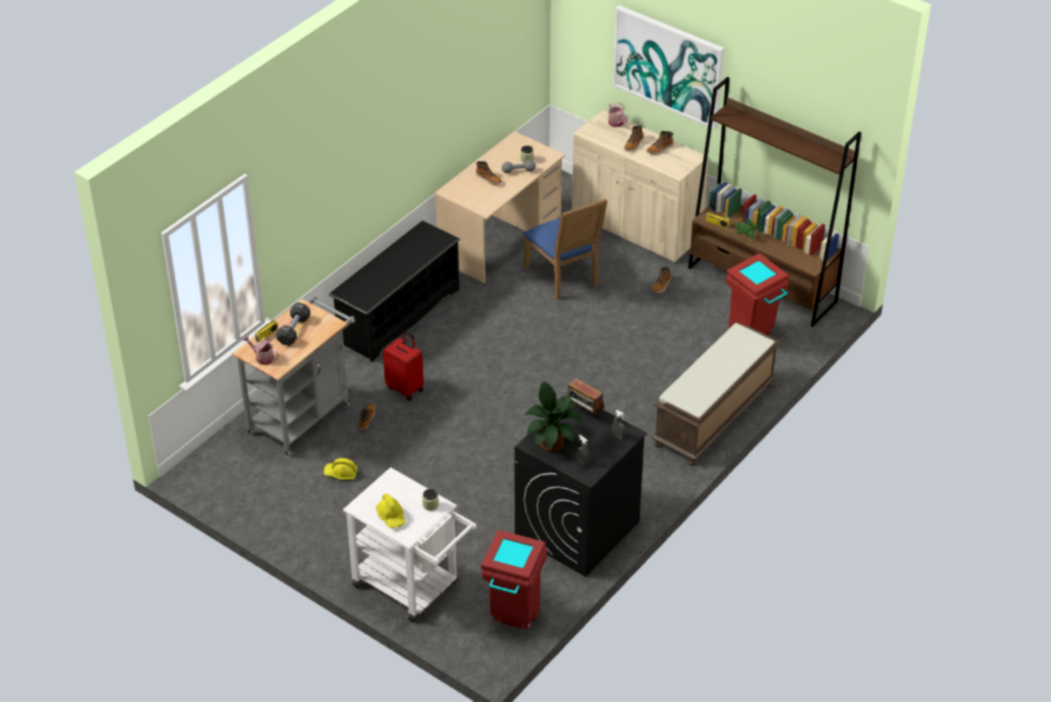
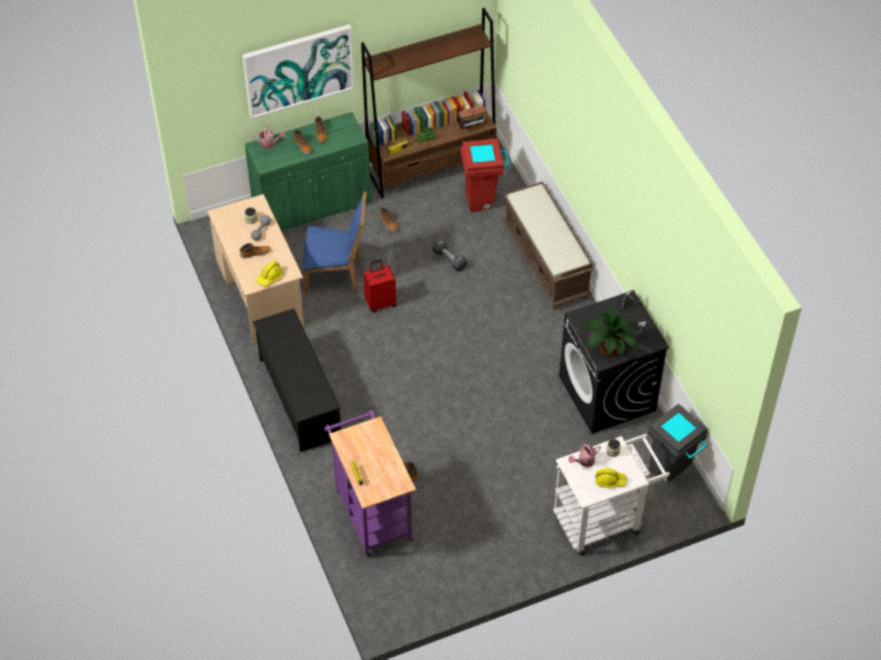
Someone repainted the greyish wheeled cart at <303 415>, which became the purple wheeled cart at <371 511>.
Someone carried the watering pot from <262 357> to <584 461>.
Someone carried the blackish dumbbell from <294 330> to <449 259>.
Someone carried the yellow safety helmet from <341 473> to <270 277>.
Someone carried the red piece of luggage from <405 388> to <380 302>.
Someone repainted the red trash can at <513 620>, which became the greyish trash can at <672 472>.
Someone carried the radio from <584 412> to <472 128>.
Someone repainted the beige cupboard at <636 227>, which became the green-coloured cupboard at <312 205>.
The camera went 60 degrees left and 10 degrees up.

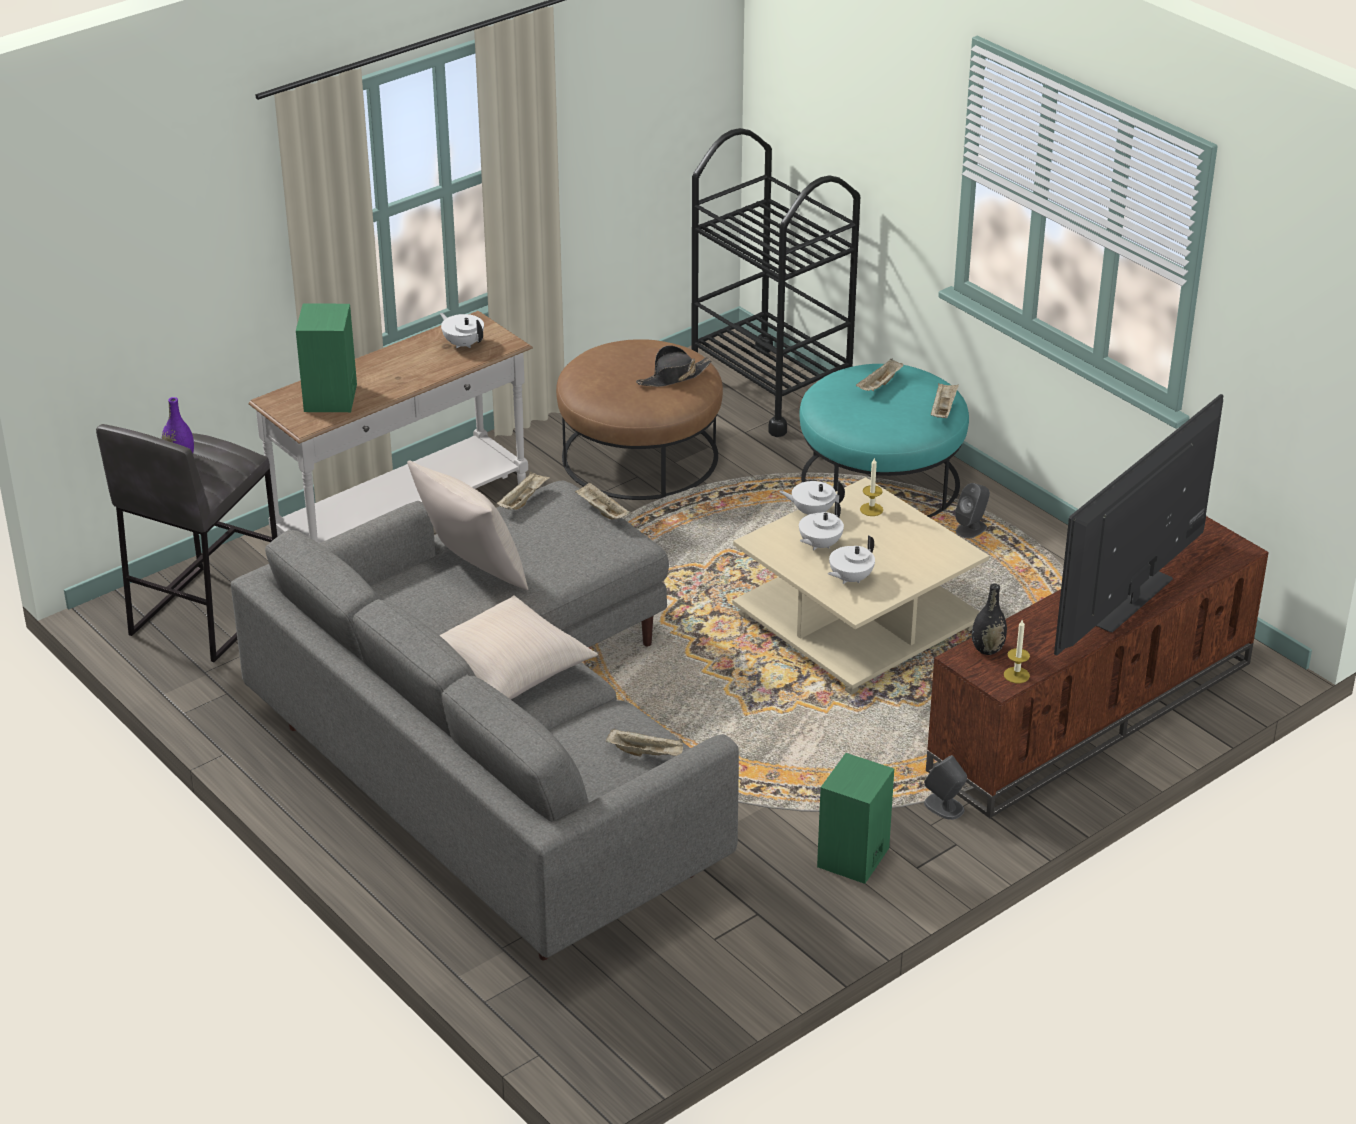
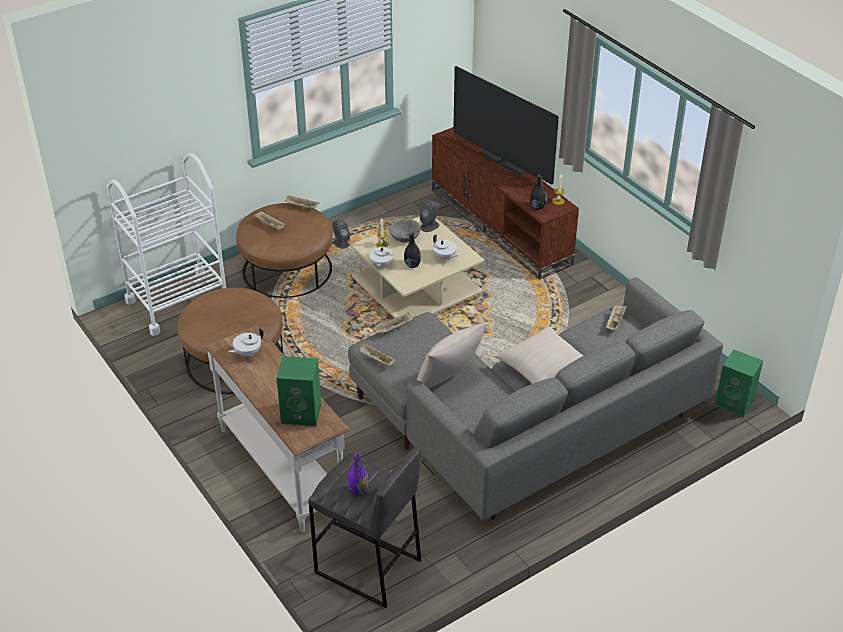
Someone took away the blackish clothing hat at <674 377>.
Someone repainted the blackish wheeled cart at <770 390>, which became the white-coloured wheeled cart at <178 302>.
Someone repainted the turquoise-coloured pouffe at <880 481>, which became the brown-coloured pouffe at <287 269>.
Someone swapped the white-coloured tea pot at <819 545> for the blackish flower vase at <412 265>.
Someone carried the green-coloured speaker from <854 859> to <735 402>.
Someone carried the greyish speaker from <944 806> to <430 226>.
Someone put down the greyish bowl at <405 237>.
The camera went 85 degrees left and 5 degrees up.

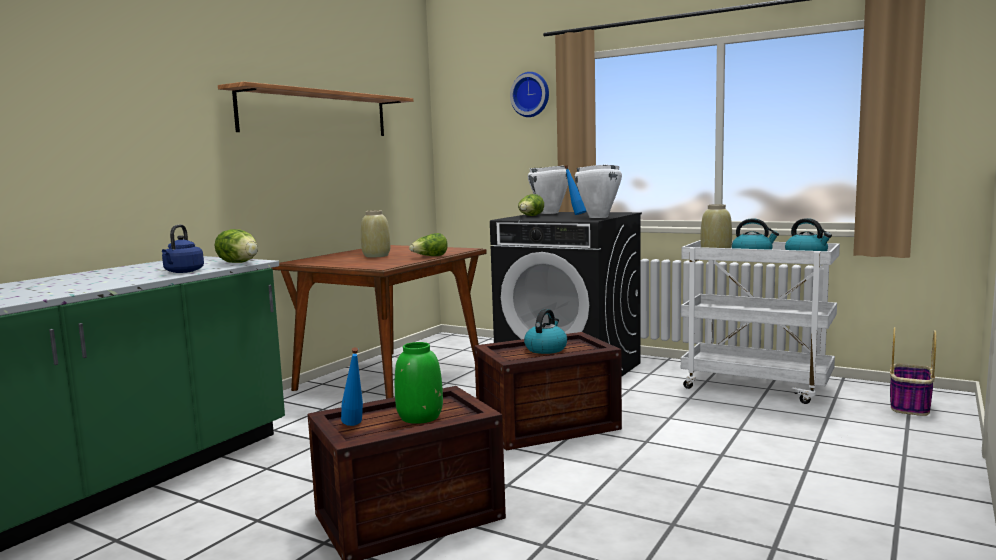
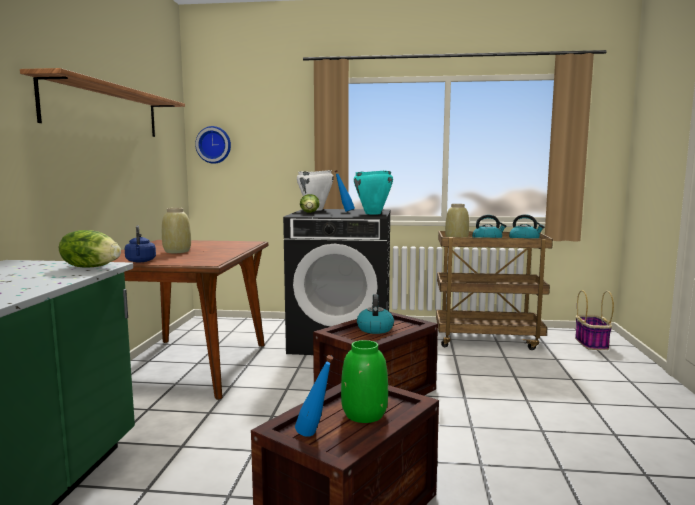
Someone carried the bluish water kettle from <183 272> to <140 261>.
Someone took away the head of lettuce at <429 257>.
Someone carried the wall clock from <531 94> to <214 145>.
Someone repainted the white-coloured cooking pot at <598 217>, which became the turquoise-coloured cooking pot at <373 213>.
Someone repainted the white-coloured wheeled cart at <757 386>, which became the brown-coloured wheeled cart at <488 340>.
The camera went 25 degrees left and 0 degrees up.

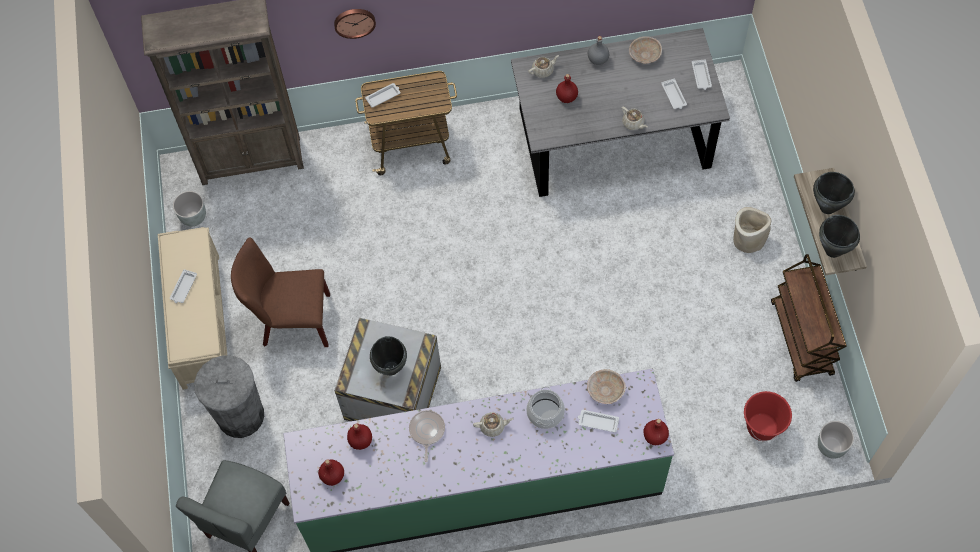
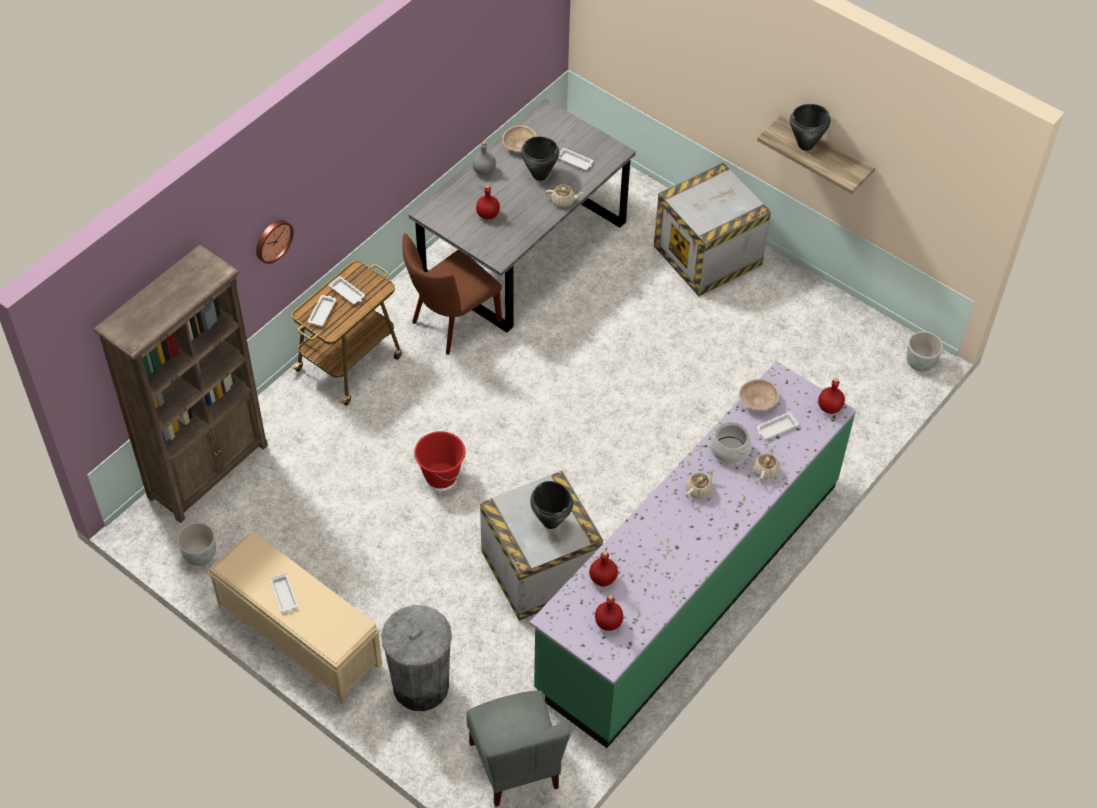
Someone carried the brown-coloured plain chair from <291 321> to <451 324>.
Someone took away the skillet at <426 431>.
Someone carried the beige tea pot from <543 70> to <765 470>.
Someone carried the white-coloured serving tray from <701 76> to <347 292>.
Someone swapped the beige planter at <748 239> for the packing crate at <708 256>.
Someone carried the red water bucket from <761 427> to <441 476>.
Someone took away the brown-coloured wheeled cart at <802 339>.
Someone carried the blackish cooking pot from <832 251> to <540 175>.
The camera went 45 degrees left and 10 degrees down.

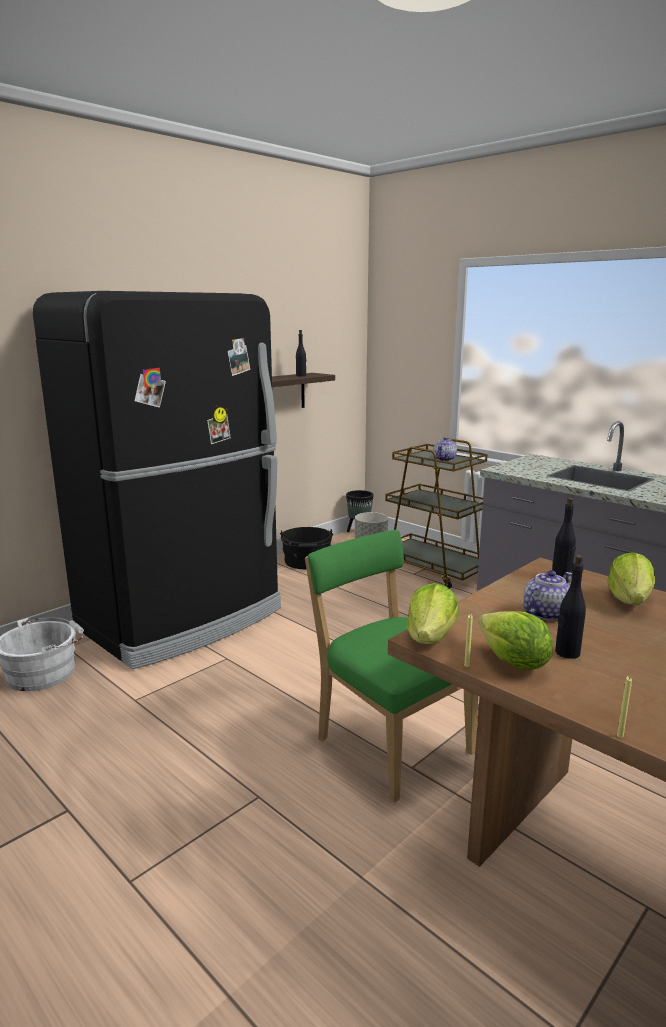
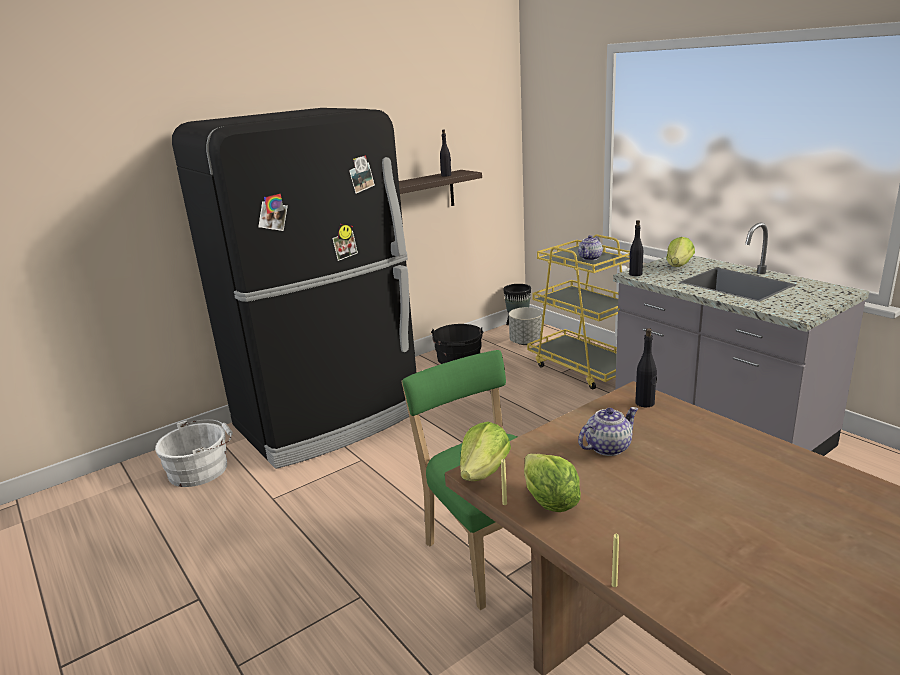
Someone repainted the brown-coloured wheeled cart at <434 569>, which became the yellow wheeled cart at <583 367>.
Someone carried the blackish beverage bottle from <567 653> to <635 274>.
Someone carried the head of lettuce from <630 601> to <678 266>.
The camera went 10 degrees right and 5 degrees up.

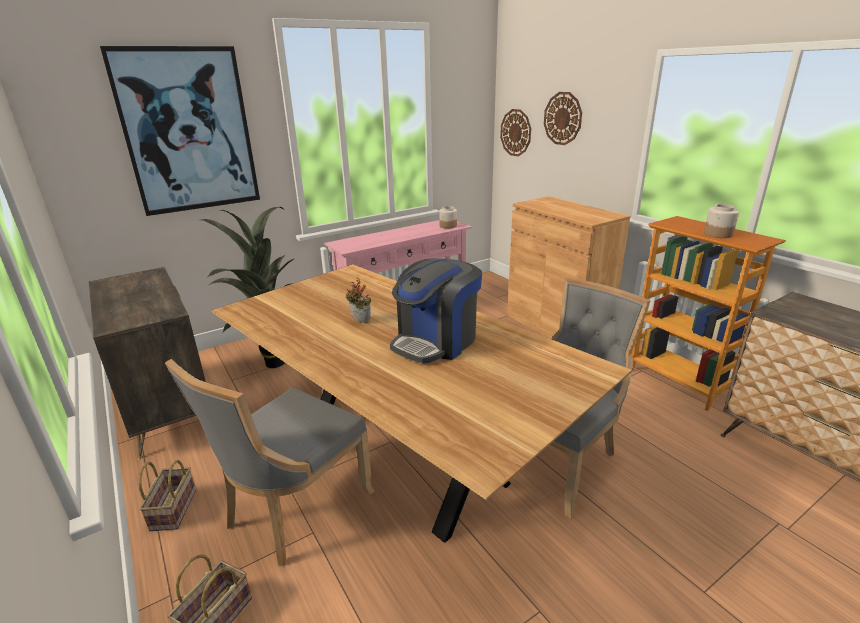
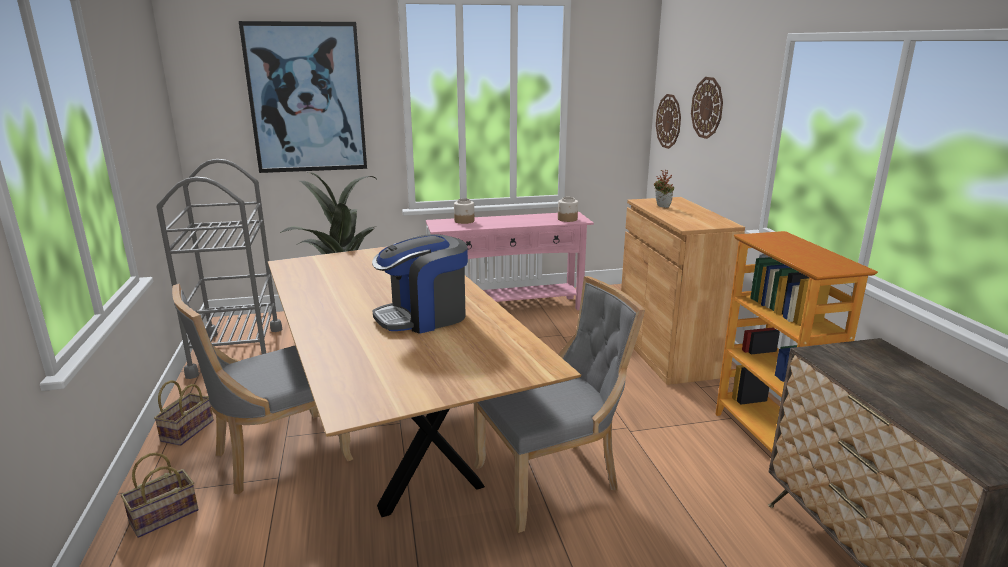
Someone swapped the chest of drawers at <168 407> for the greyish wheeled cart at <237 351>.
Someone carried the houseplant from <359 321> to <661 206>.
Someone carried the preserve jar from <718 234> to <464 221>.
The camera went 20 degrees right and 5 degrees down.

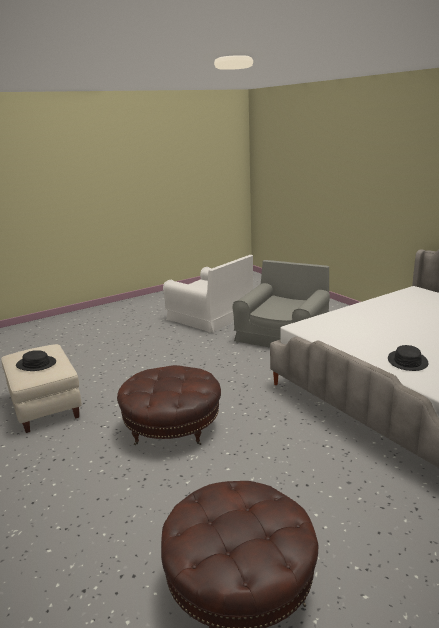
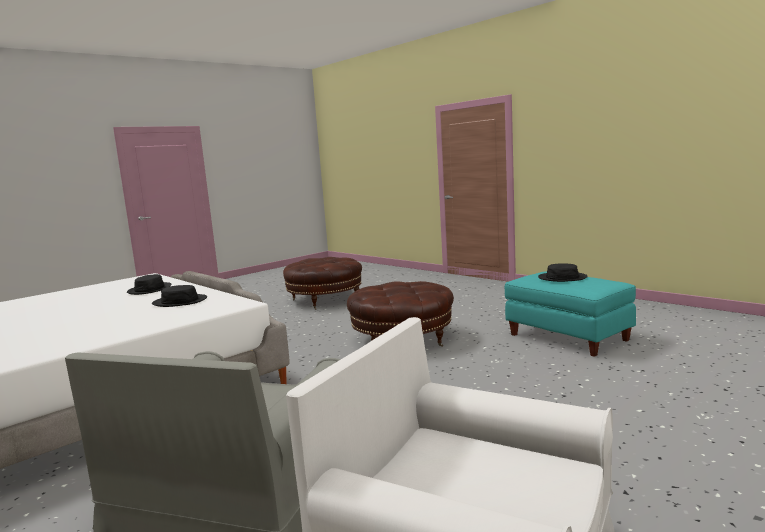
Someone repainted the beige pouffe at <44 406>, which became the turquoise-coloured pouffe at <568 337>.
Someone put down the blackish clothing hat at <180 301>.
The camera went 170 degrees right and 10 degrees down.

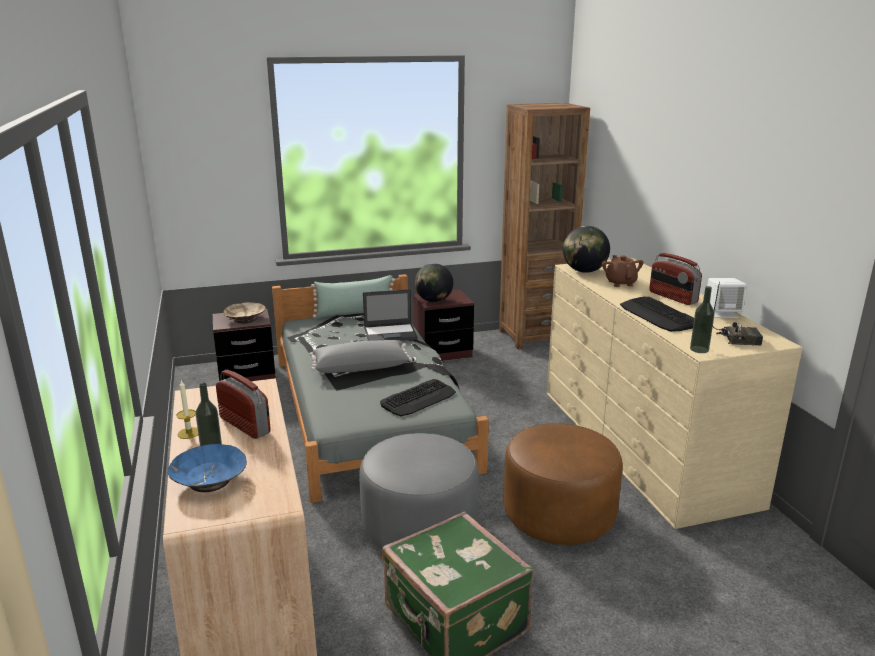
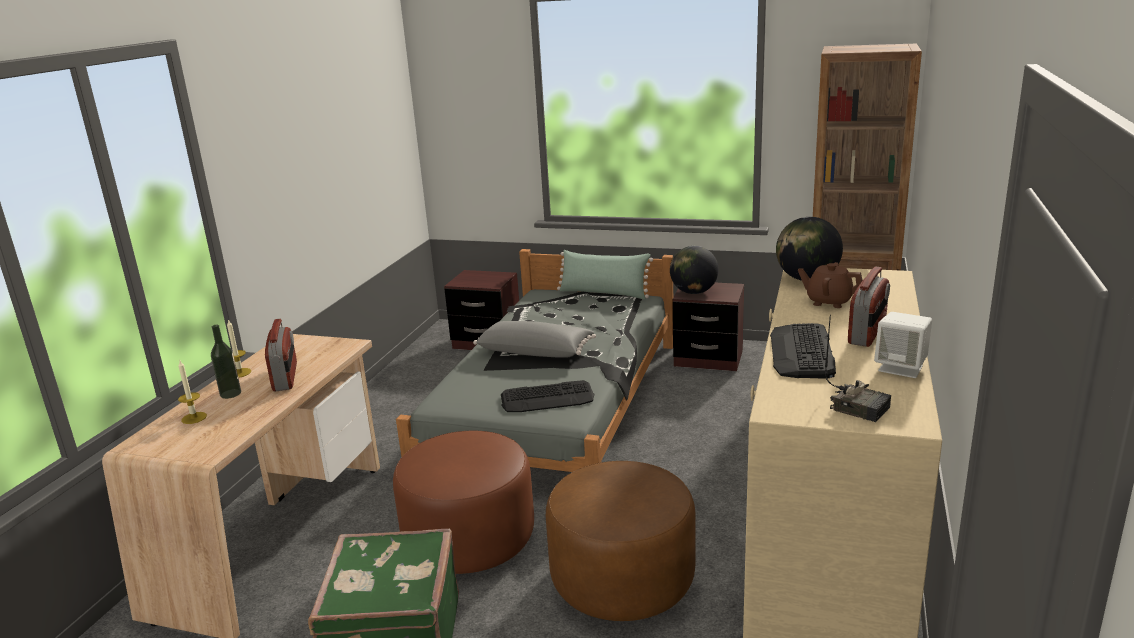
Someone swapped the bluish bowl at <209 481> for the wax light at <194 418>.
Someone took away the beige bowl at <245 319>.
Someone repainted the greyish pouffe at <419 527>, which became the brown-coloured pouffe at <470 538>.
Someone took away the portable computer at <391 333>.
Someone rotated the brown-coloured tea pot at <620 283> by 90 degrees counterclockwise.
Someone rotated the radio at <672 297> by 150 degrees counterclockwise.
Someone took away the beverage bottle at <699 349>.
The camera went 35 degrees right and 0 degrees up.

